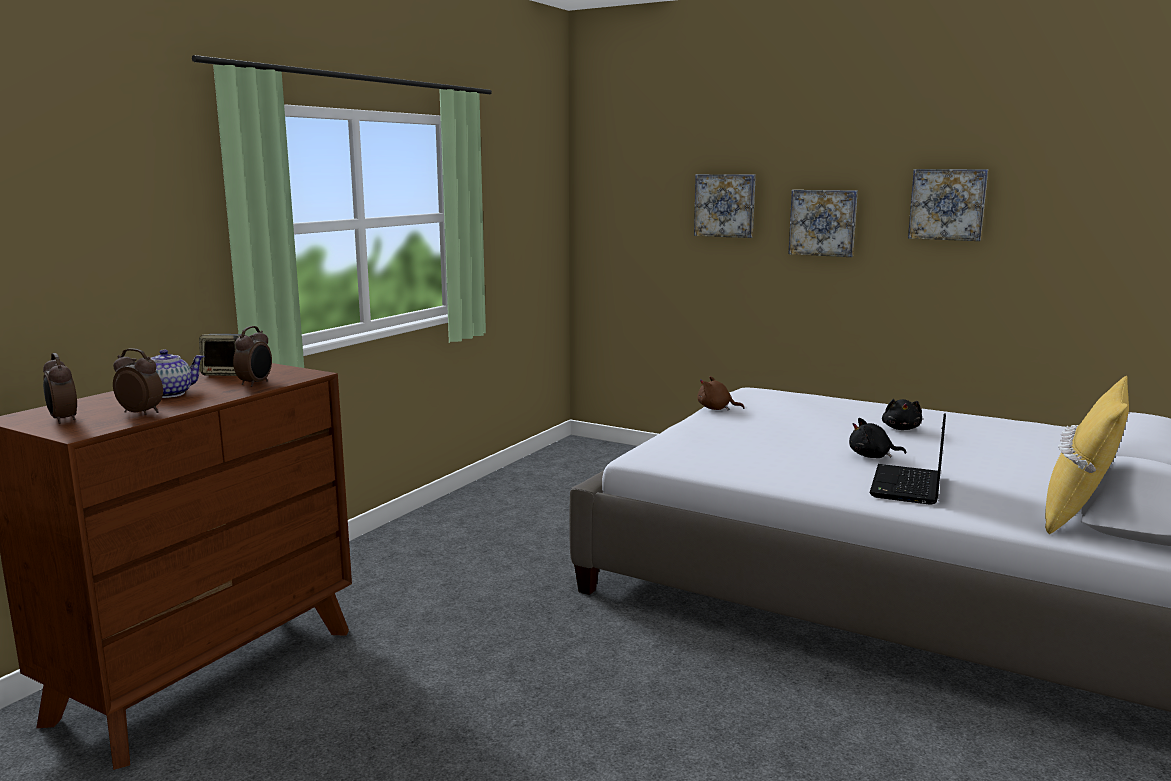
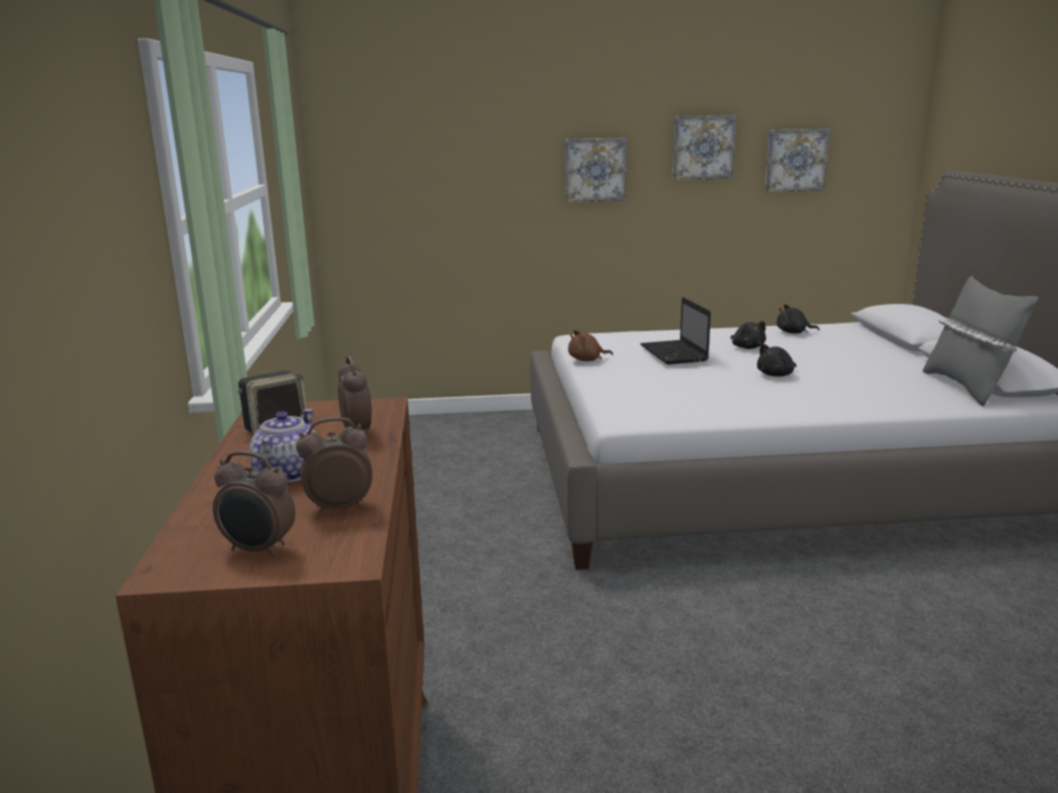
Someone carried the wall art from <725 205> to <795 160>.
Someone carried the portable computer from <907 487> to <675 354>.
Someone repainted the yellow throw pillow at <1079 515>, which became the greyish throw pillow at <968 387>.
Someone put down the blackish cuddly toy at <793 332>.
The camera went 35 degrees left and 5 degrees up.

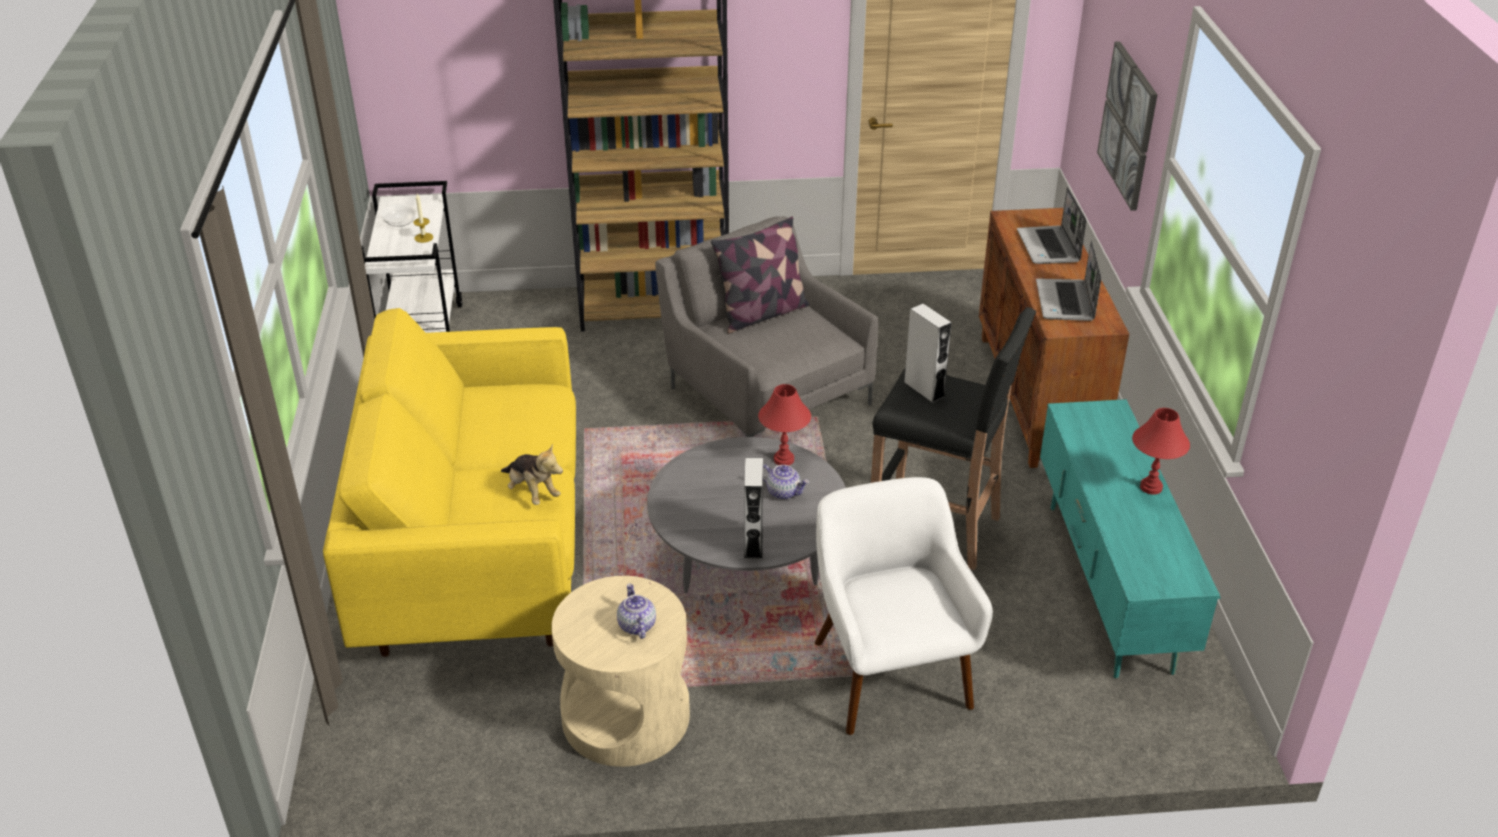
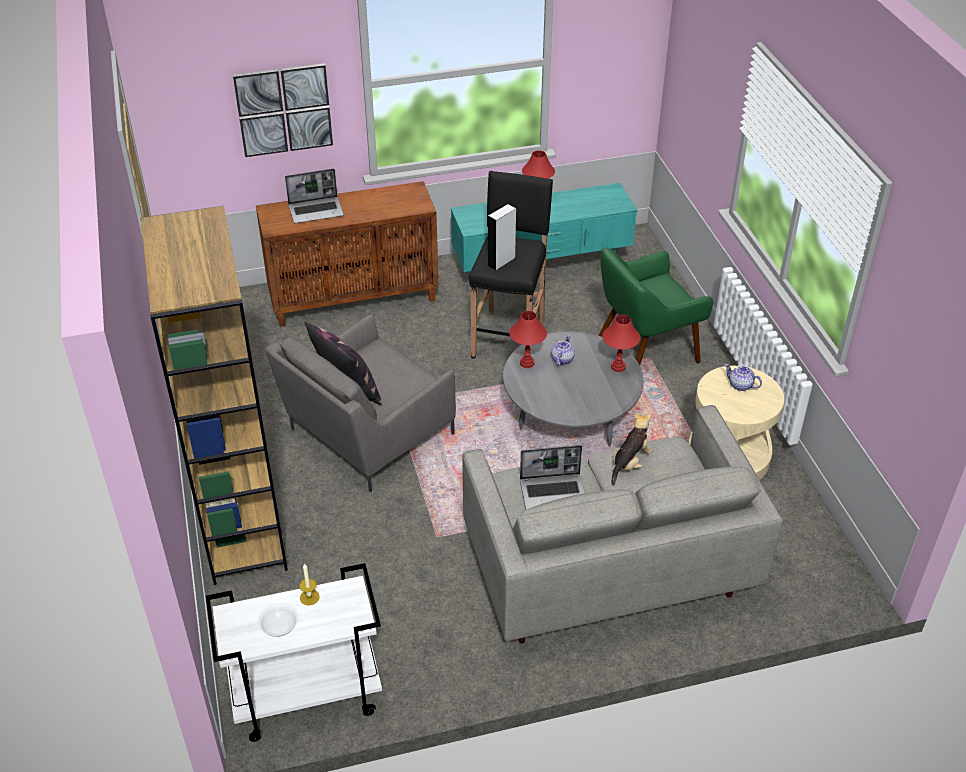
Someone repainted the yellow settee at <476 552>, which became the greyish settee at <606 570>.
Someone rotated the tea pot at <636 625> by 60 degrees clockwise.
Someone swapped the greyish speaker at <753 543> for the red table lamp at <618 367>.
Someone repainted the white-coloured armchair at <889 673>, which became the green-coloured armchair at <645 350>.
Someone carried the portable computer from <1066 302> to <553 492>.
The camera went 100 degrees left and 5 degrees up.

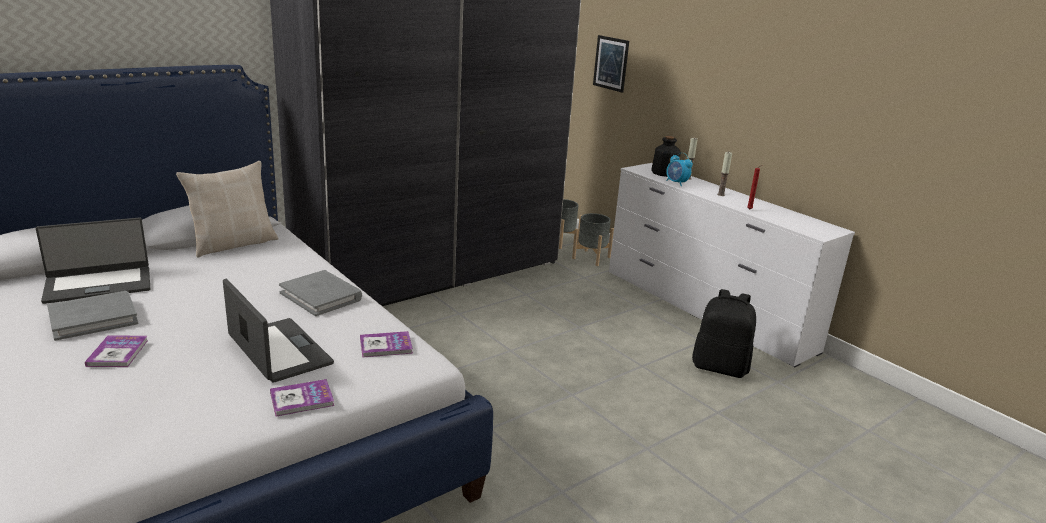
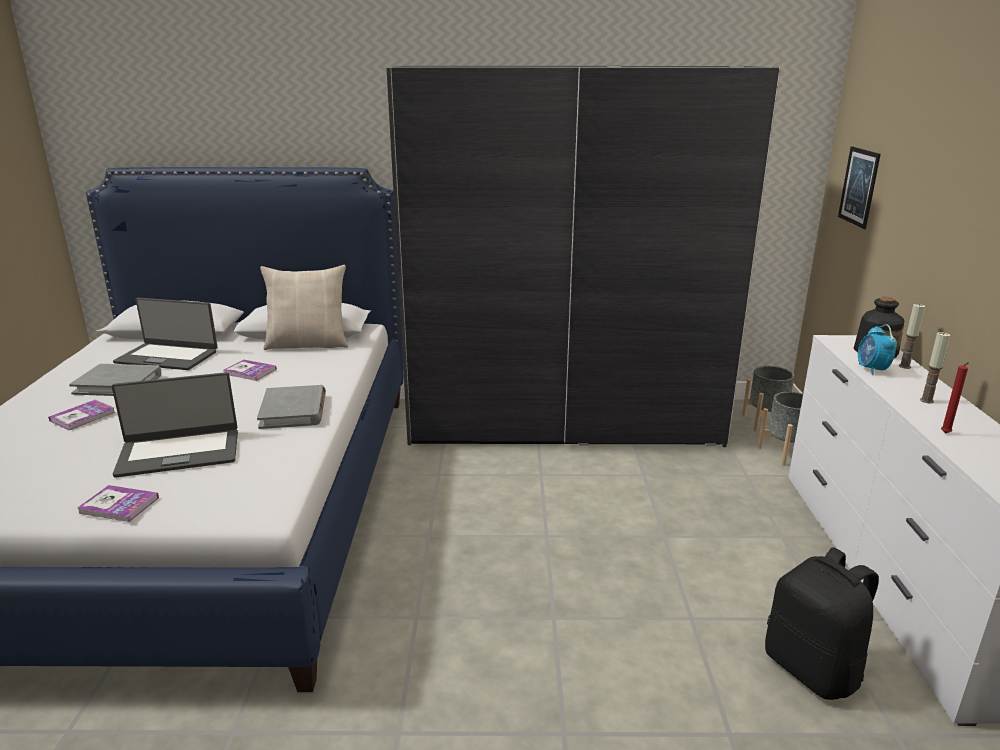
Someone rotated the portable computer at <278 351> by 75 degrees clockwise.
Someone carried the book from <386 346> to <250 371>.
The camera went 40 degrees right and 0 degrees up.

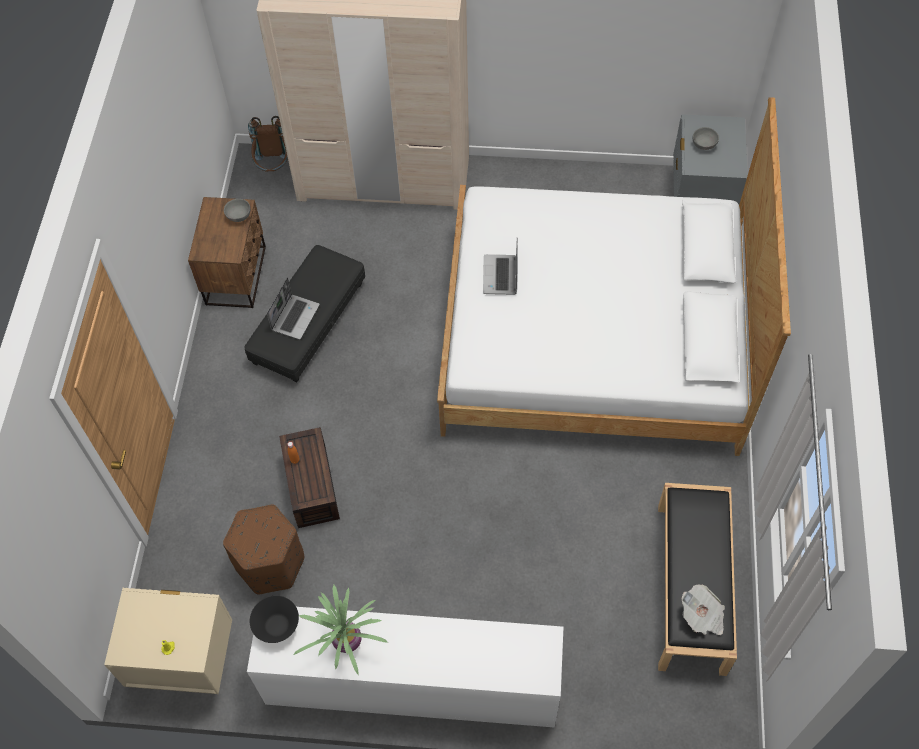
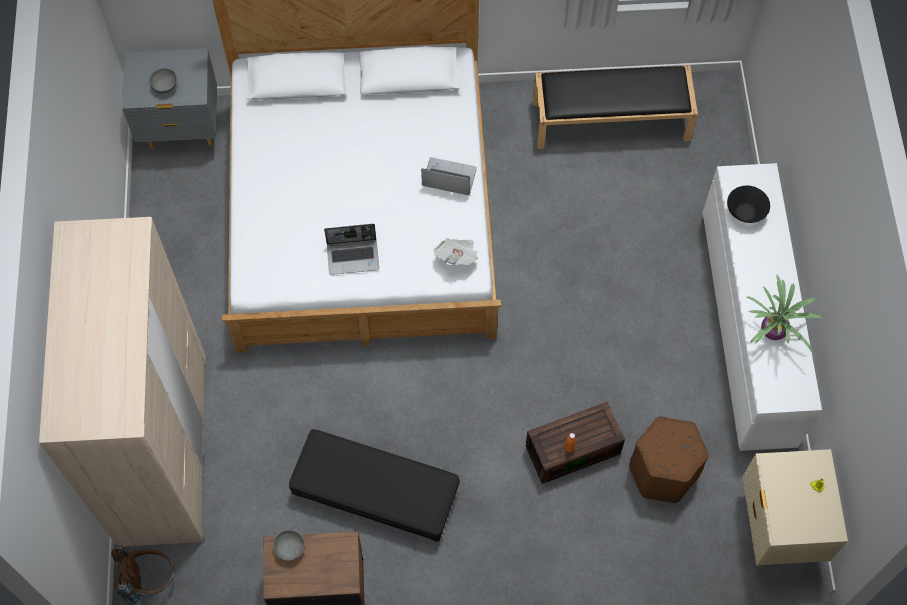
Someone carried the blackish bowl from <277 625> to <745 213>.
Someone carried the portable computer from <295 317> to <448 178>.
Someone carried the daily paper from <702 616> to <457 257>.
The camera went 100 degrees left and 5 degrees up.

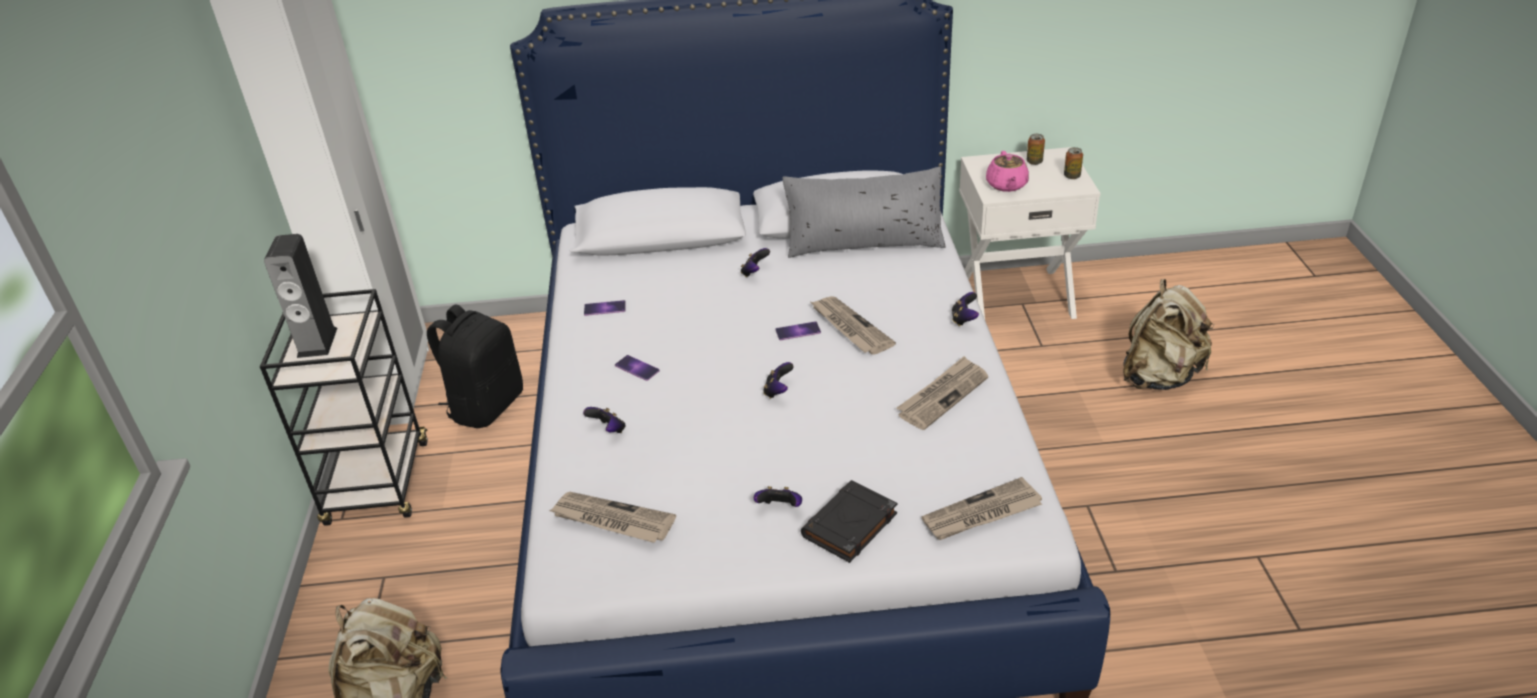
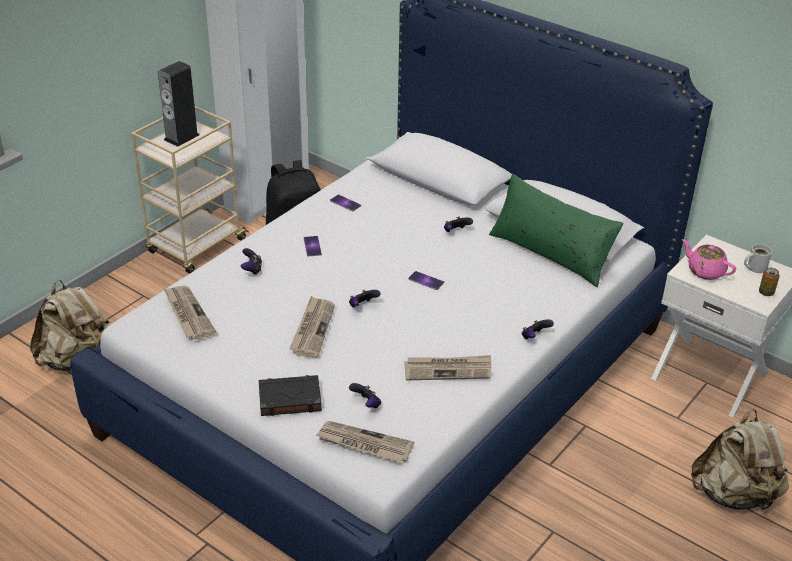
Someone repainted the blackish wheeled cart at <378 485>, which became the beige wheeled cart at <196 247>.
Someone carried the joypad from <780 508> to <366 404>.
Someone repainted the greyish throw pillow at <864 242>, which became the green-coloured throw pillow at <550 253>.
Someone carried the daily paper from <850 327> to <312 329>.
Someone rotated the pinkish tea pot at <1006 185> by 90 degrees clockwise.
Someone swapped the sealed can at <1034 162> for the white-coloured mug at <754 267>.
The camera went 40 degrees right and 0 degrees up.

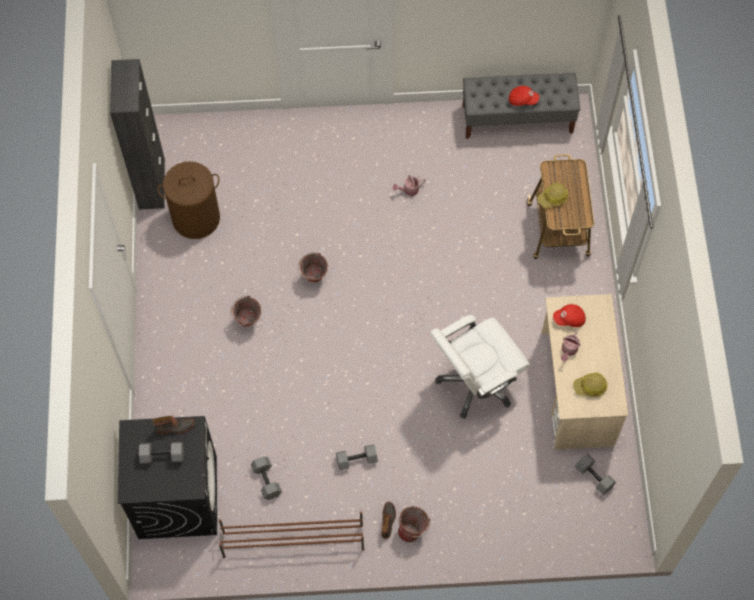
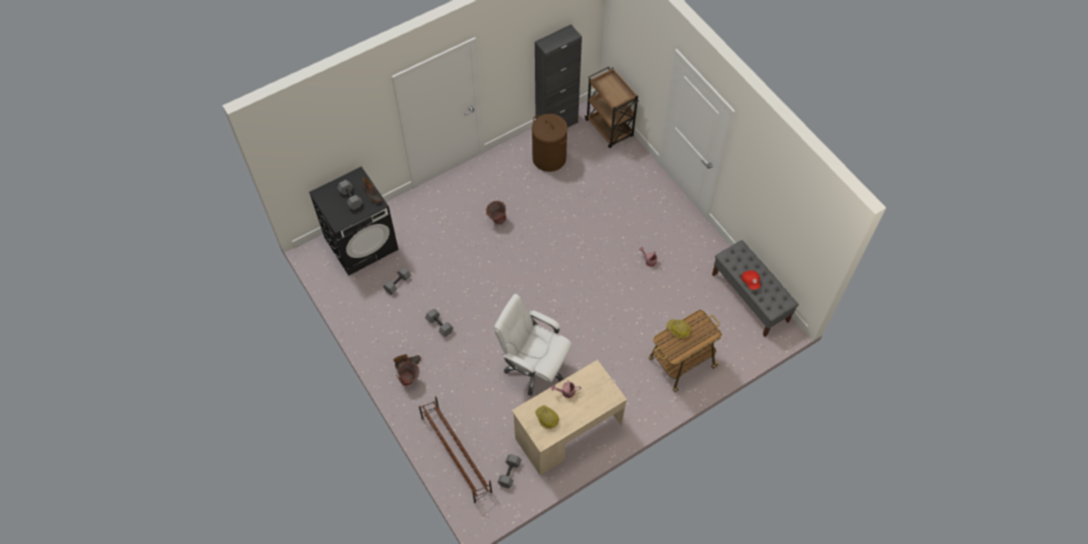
Someone carried the brown-coloured shoe stand from <292 540> to <456 454>.
Someone took away the water bucket at <314 278>.
Someone took away the red cap at <569 319>.
Someone put down the brown-coloured wheeled cart at <609 129>.
The camera went 60 degrees right and 5 degrees down.

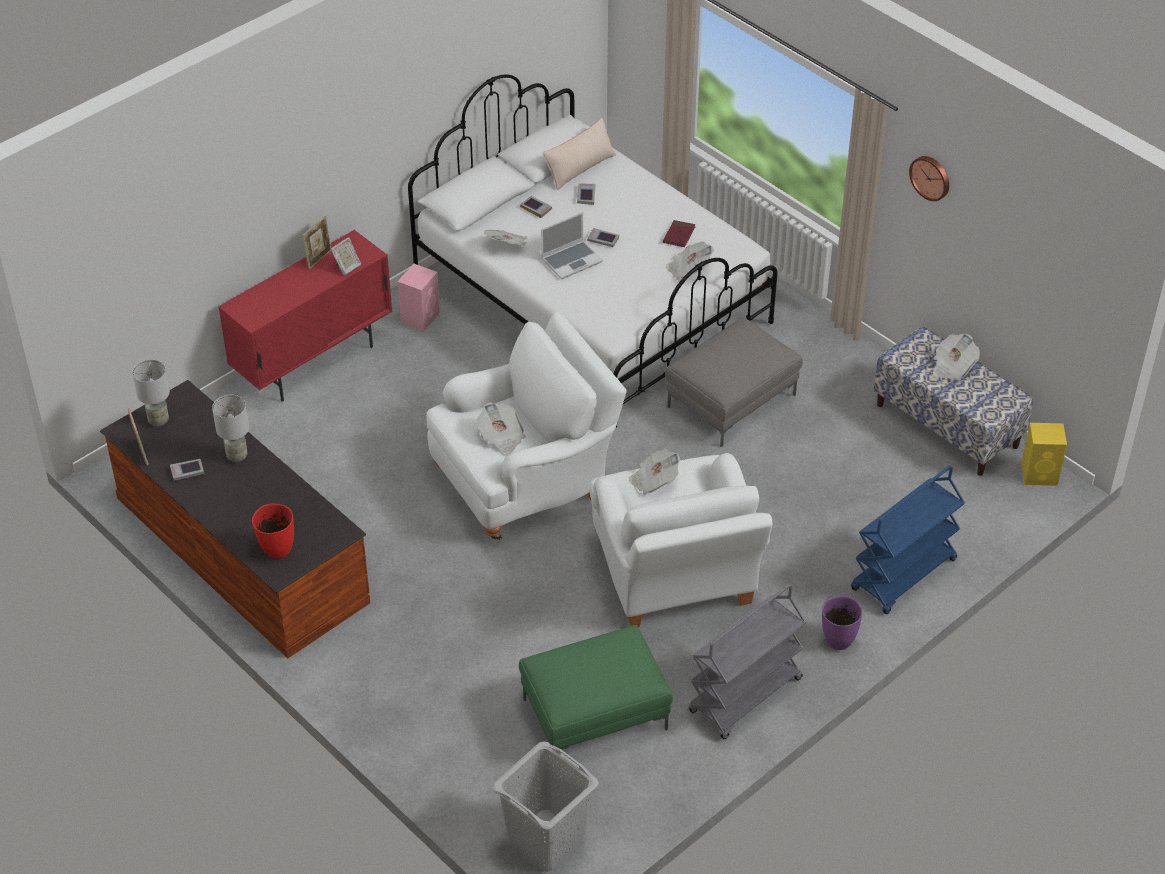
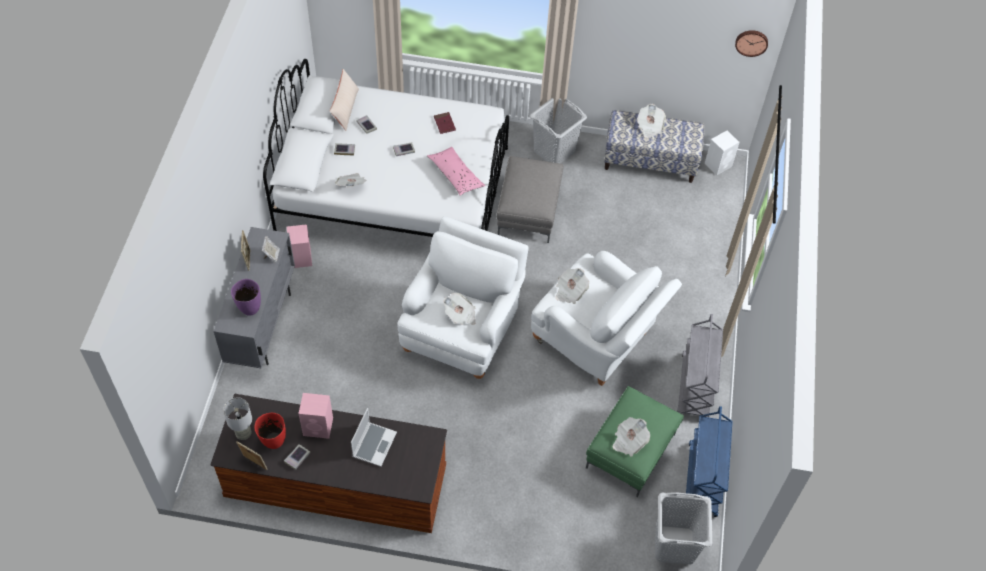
Someone swapped the greyish table lamp at <237 456> for the pinkish speaker at <319 427>.
Someone repainted the red cupboard at <314 362>, which became the greyish cupboard at <263 326>.
Someone carried the red flower vase from <277 550> to <274 441>.
Someone carried the portable computer from <572 260> to <374 444>.
Someone carried the daily paper from <688 269> to <629 441>.
Someone carried the purple flower vase from <838 640> to <249 308>.
Someone carried the bluish wheeled cart from <903 576> to <702 480>.
Someone carried the wall clock from <931 177> to <751 42>.
Someone repainted the yellow speaker at <1040 474>, which became the white-coloured speaker at <718 164>.
Someone put down the pinkish throw pillow at <455 175>.
Someone put down the greyish laundry basket at <554 151>.
The camera went 40 degrees left and 10 degrees up.

